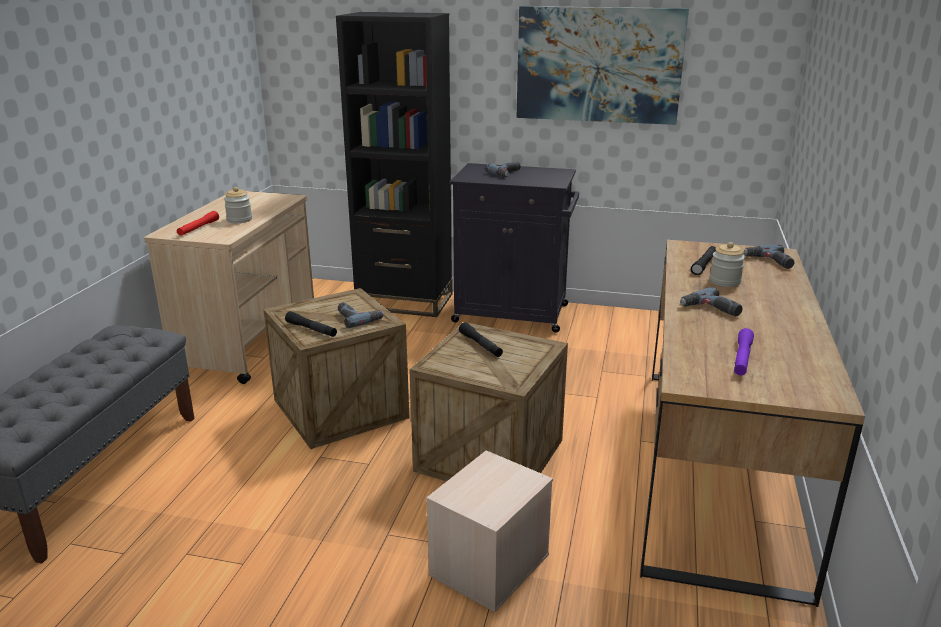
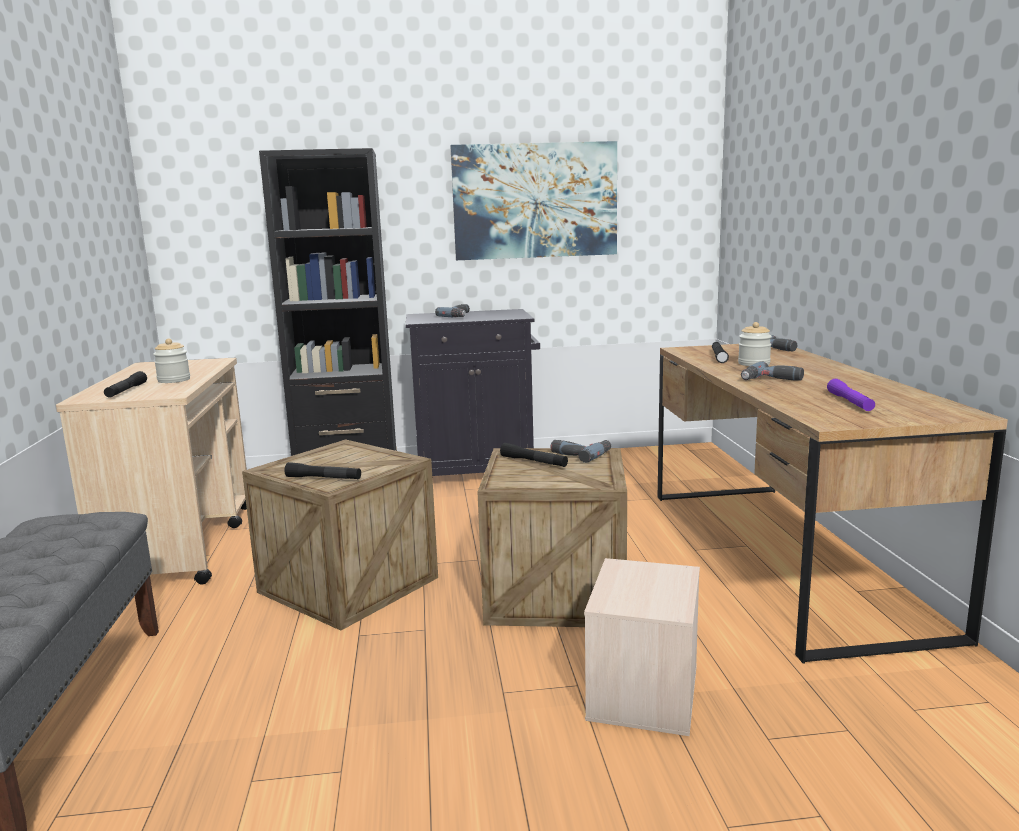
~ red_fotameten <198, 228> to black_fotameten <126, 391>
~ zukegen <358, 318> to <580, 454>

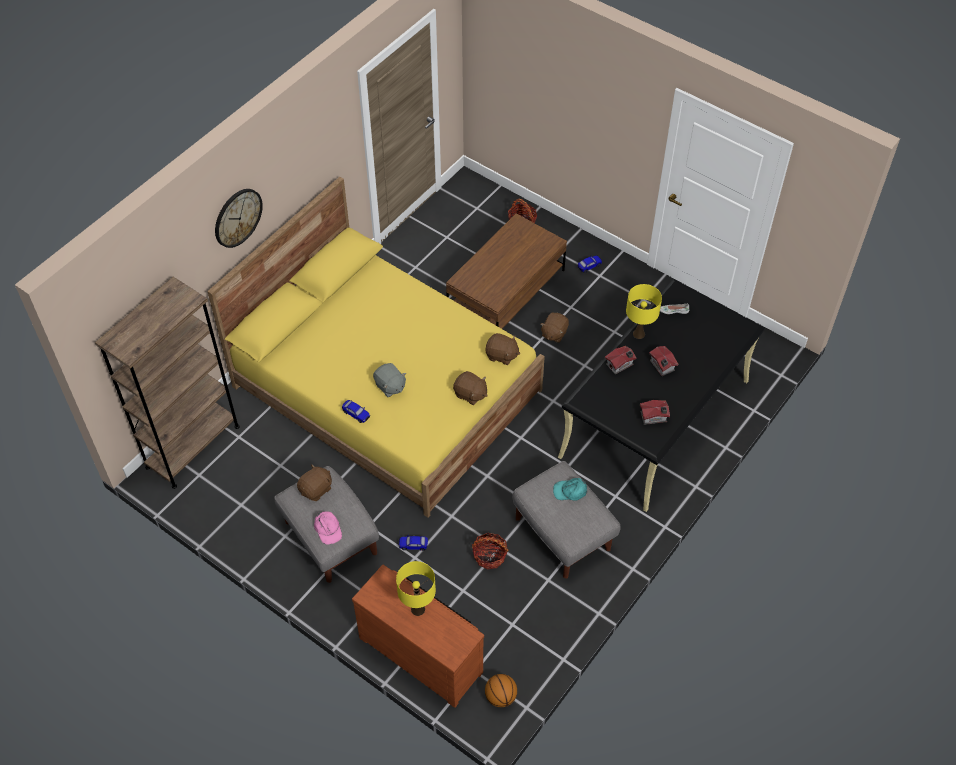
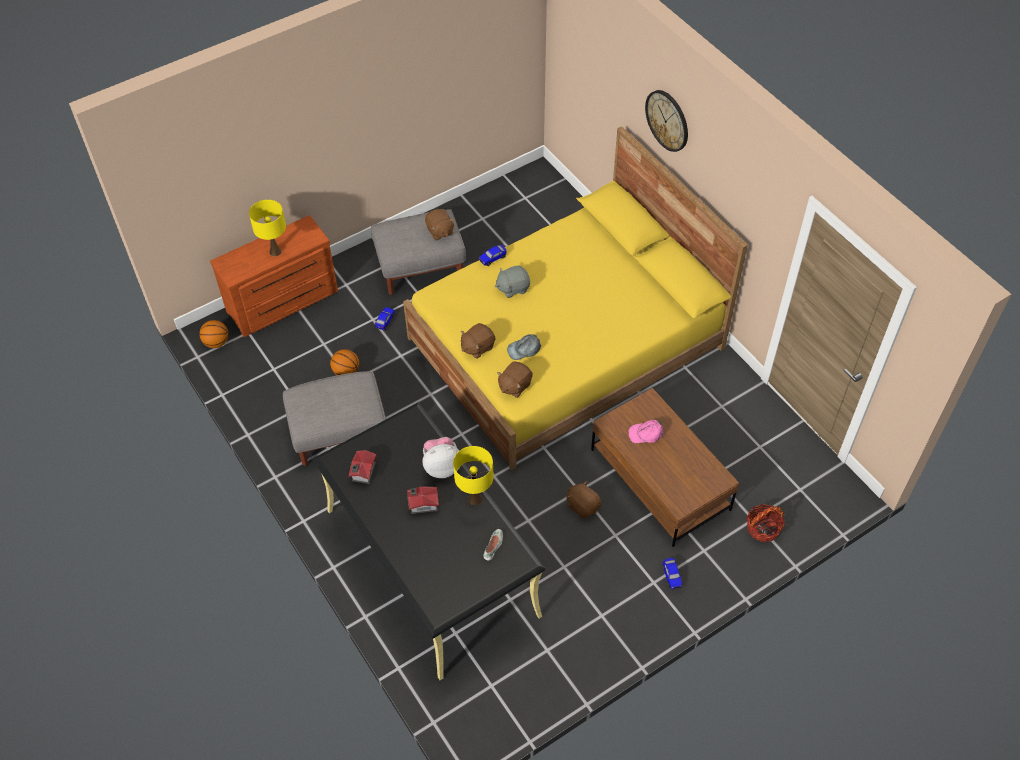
- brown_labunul <193, 446>
~ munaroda <620, 364> to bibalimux <442, 466>
- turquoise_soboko <570, 491>
~ pink_soboko <328, 529> to <646, 434>
~ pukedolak <489, 556> to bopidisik <346, 372>
+ grey_soboko <524, 349>

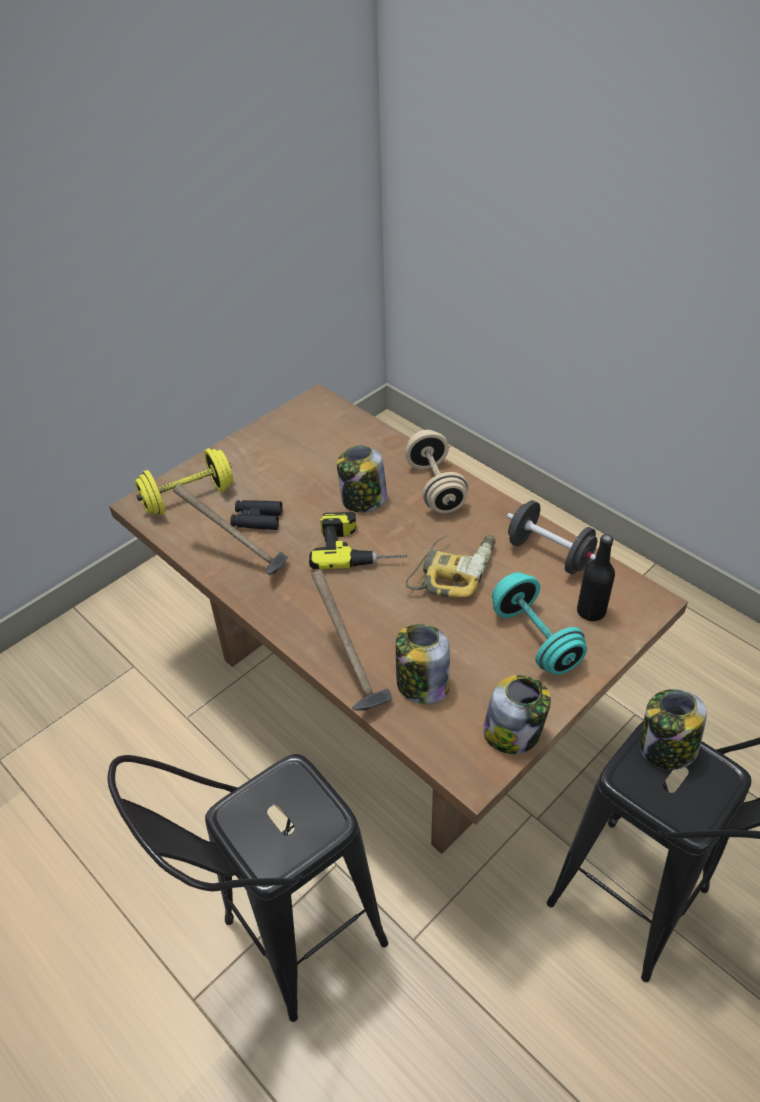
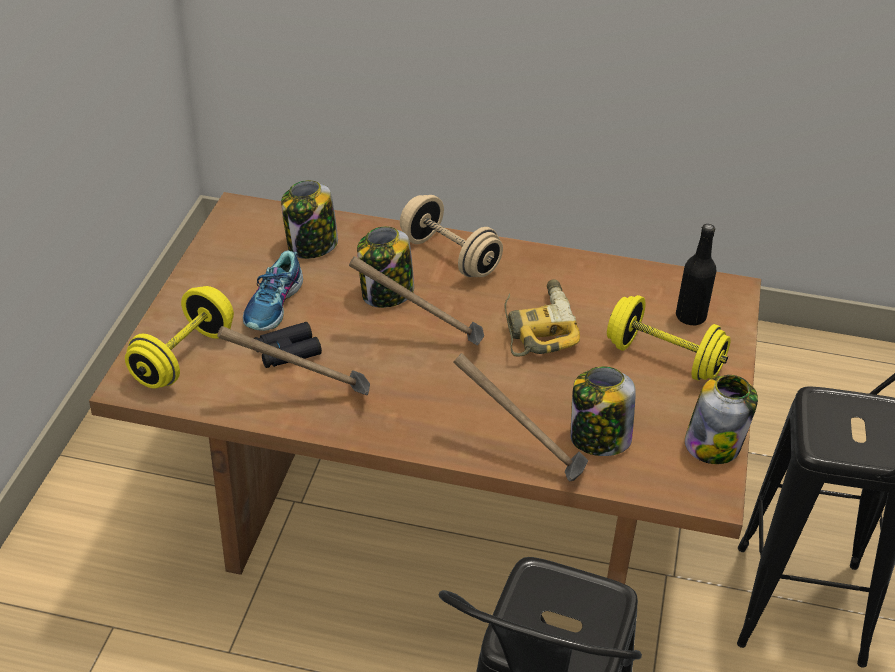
- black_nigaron <549, 554>
~ zukegen <358, 547> to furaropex <423, 339>
~ turquoise_nigaron <535, 639> to yellow_nigaron <663, 359>
~ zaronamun <666, 749> to <311, 246>
+ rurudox <274, 305>

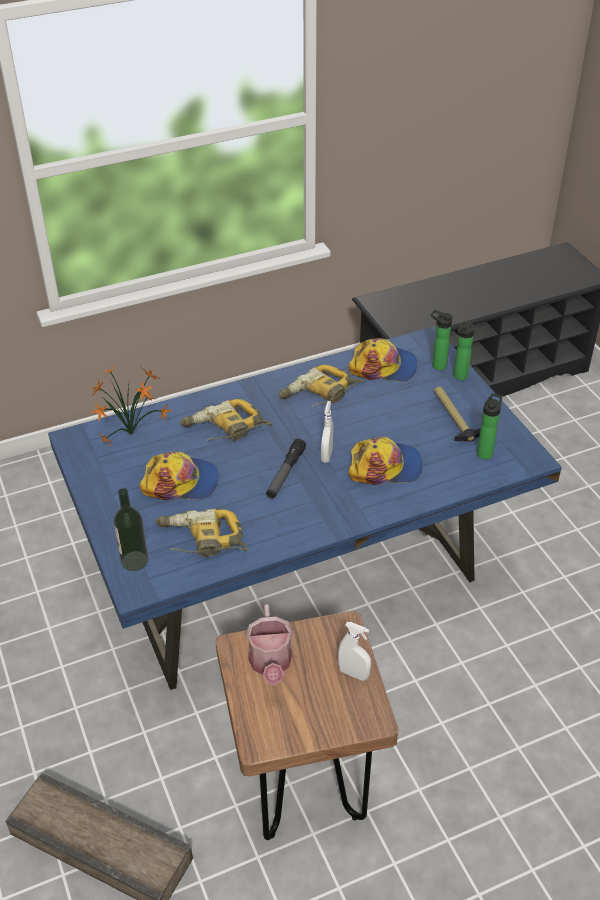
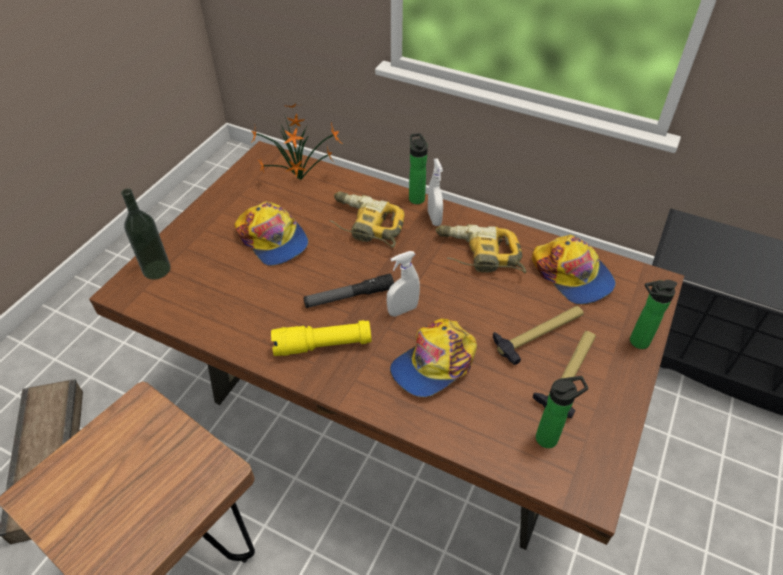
~ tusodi <437, 365> to <416, 197>
~ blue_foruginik <302, 582> to brown_foruginik <394, 413>
~ soboko <385, 467> = <434, 363> 90 degrees clockwise
- zukegen <201, 541>
- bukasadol <270, 664>
~ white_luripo <353, 673> to <434, 218>
+ furaropex <539, 334>
+ yellow_fotameten <322, 345>

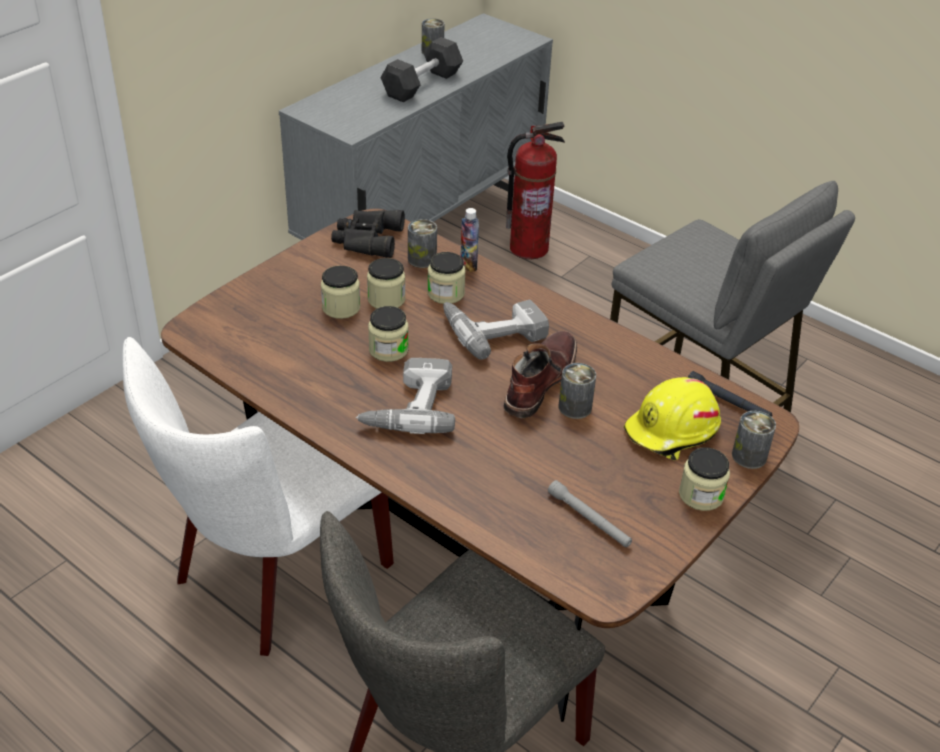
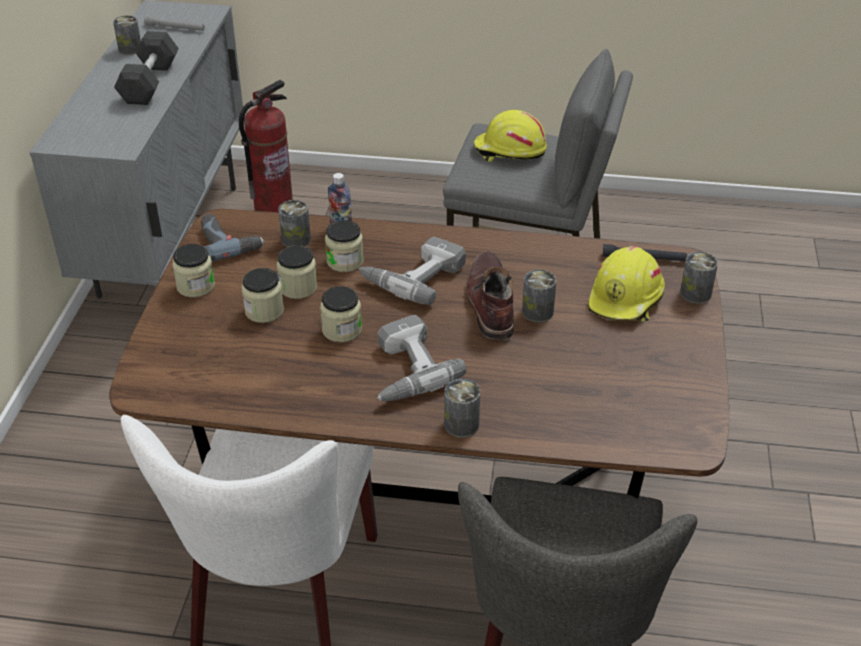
~ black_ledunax <366, 239> to zukegen <228, 241>
~ zaronamun <701, 495> to <195, 286>
~ grey_fotameten <589, 519> to <175, 28>
+ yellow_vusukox <509, 150>
+ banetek <461, 424>

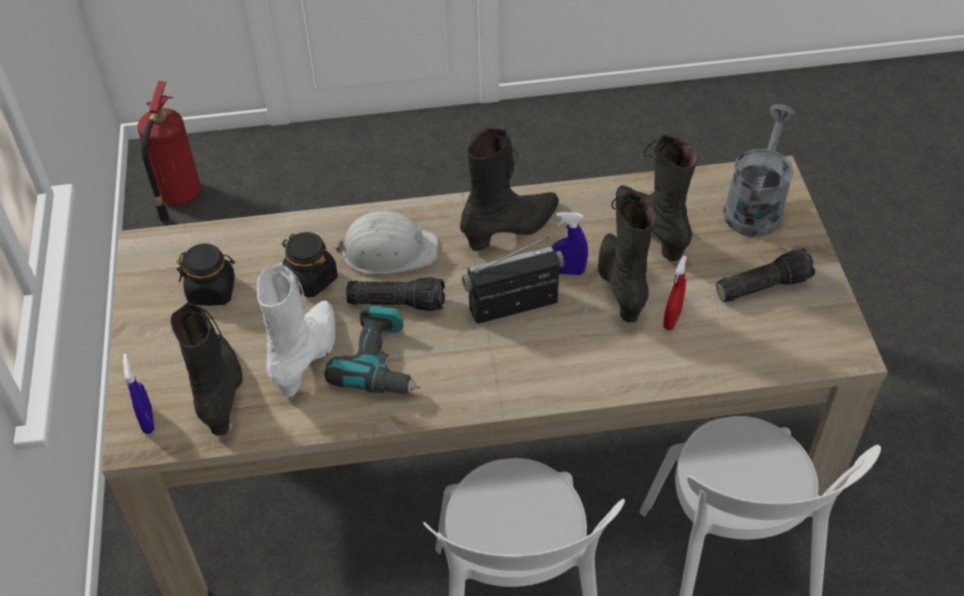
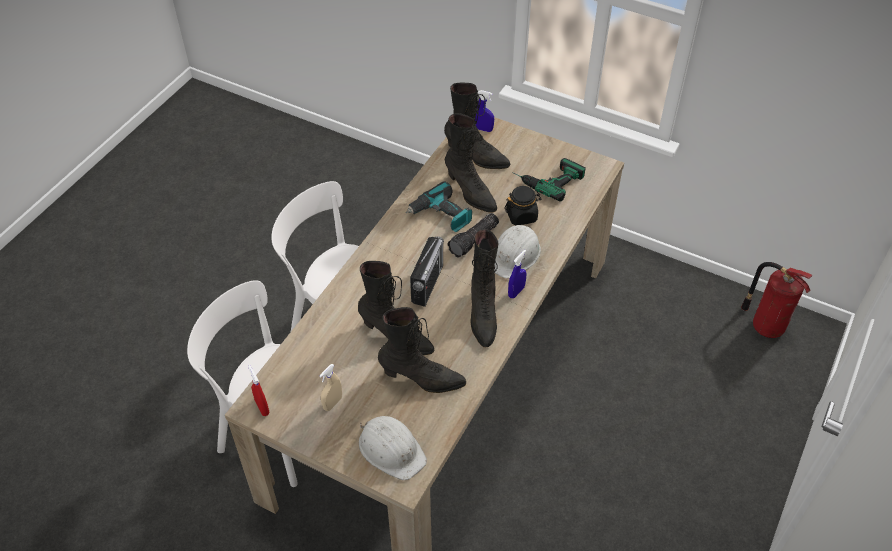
~ grey_bukasadol <755, 205> to white_vusukox <391, 449>
~ blue_luripo <567, 271> to <516, 292>
~ black_zaronamun <212, 291> to zukegen <547, 178>
~ fotameten <762, 285> to beige_luripo <332, 403>
~ red_luripo <672, 319> to <262, 407>
~ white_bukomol <308, 356> to black_bukomol <470, 192>

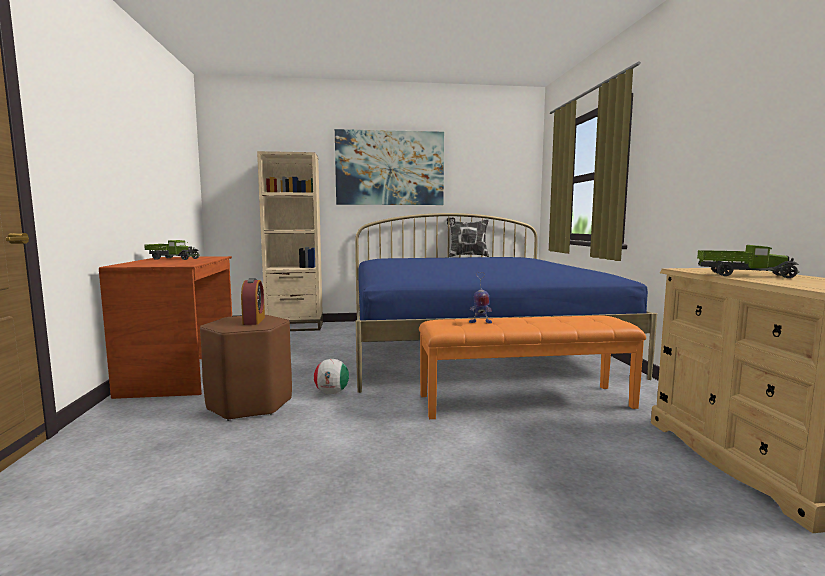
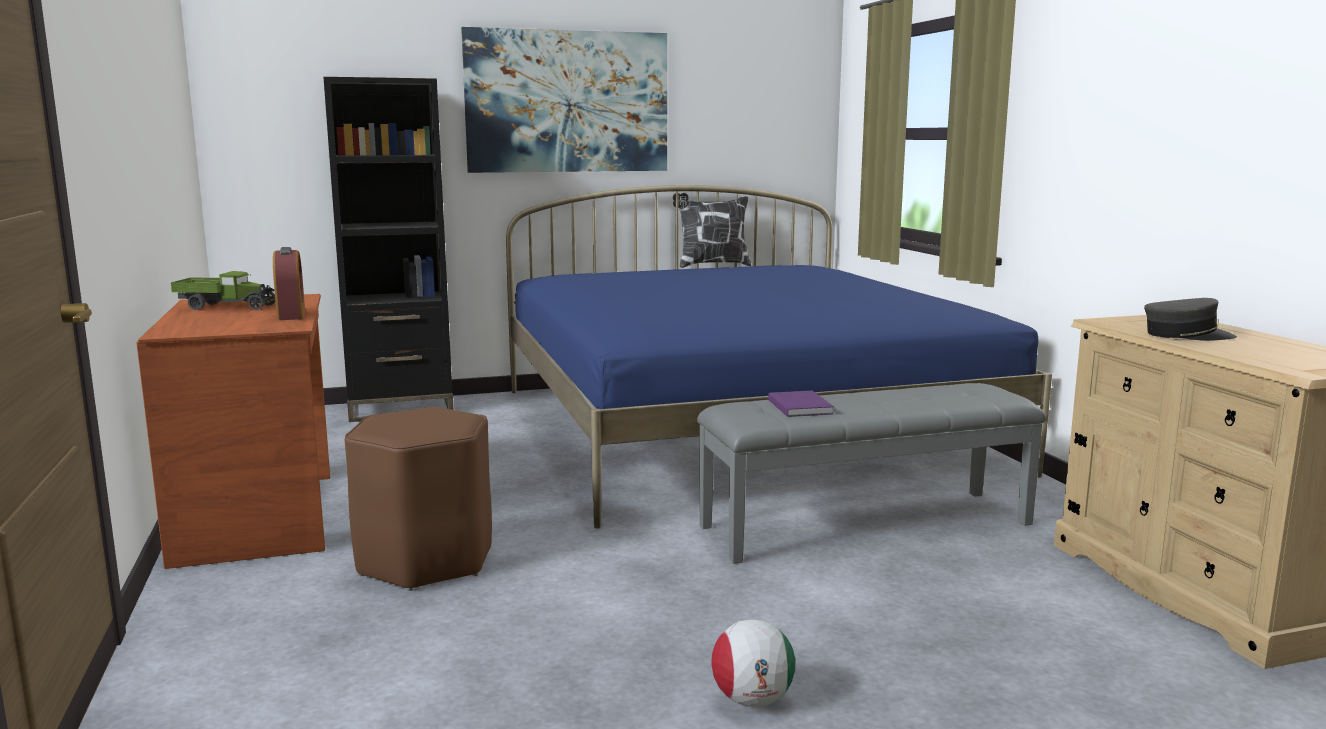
~ beige_labunul <295, 327> to black_labunul <400, 409>
~ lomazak <743, 275> to grey_soboko <1186, 335>
~ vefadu <480, 322> to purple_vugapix <800, 406>
~ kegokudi <254, 321> to <291, 315>
~ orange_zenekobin <525, 401> to grey_zenekobin <865, 524>
~ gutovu <331, 393> to <752, 700>

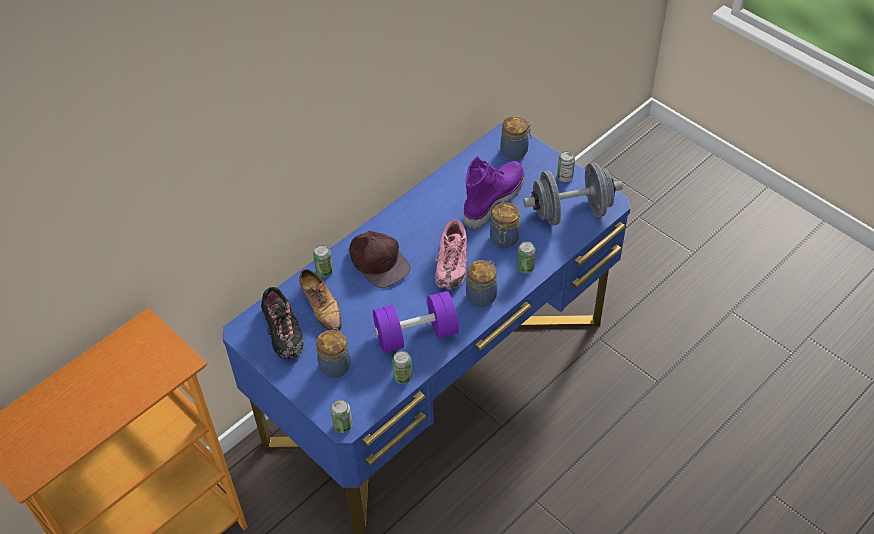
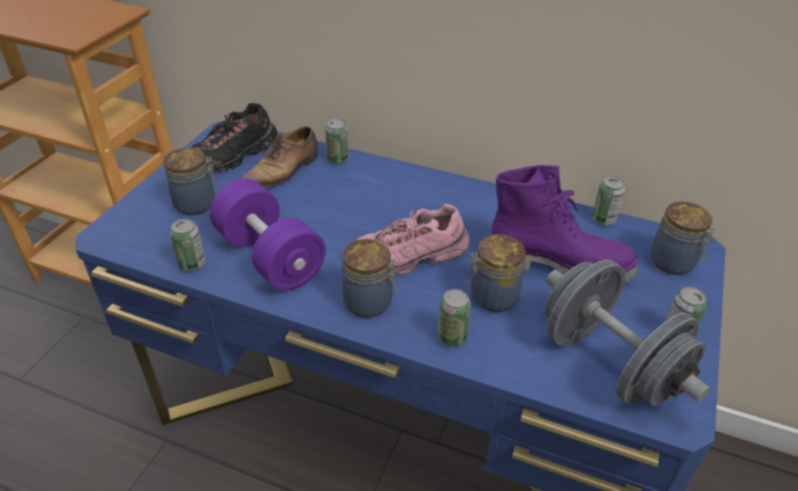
- brown_soboko <378, 261>
~ banetek <343, 425> to <603, 219>

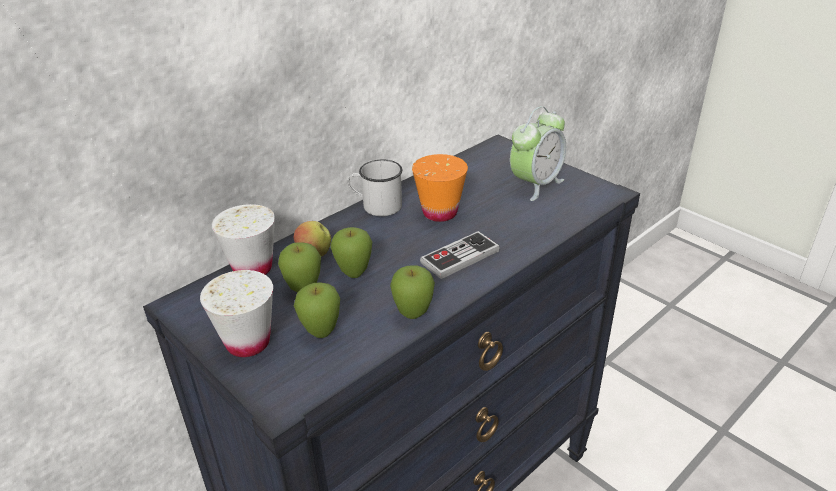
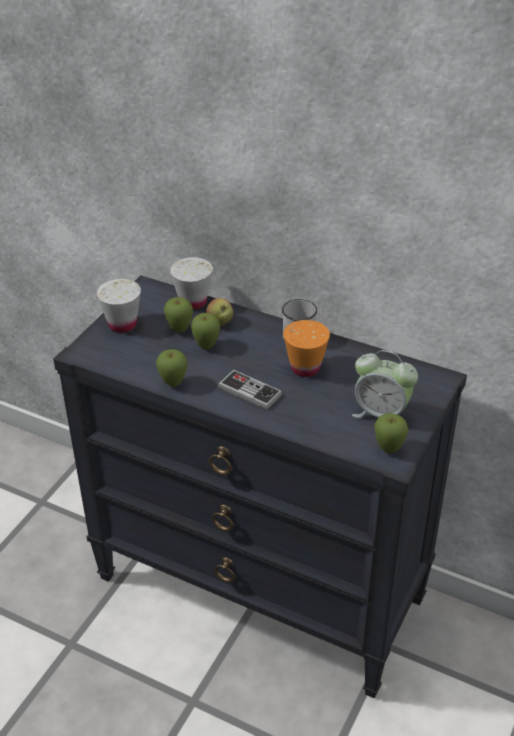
~ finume <321, 333> to <388, 449>

